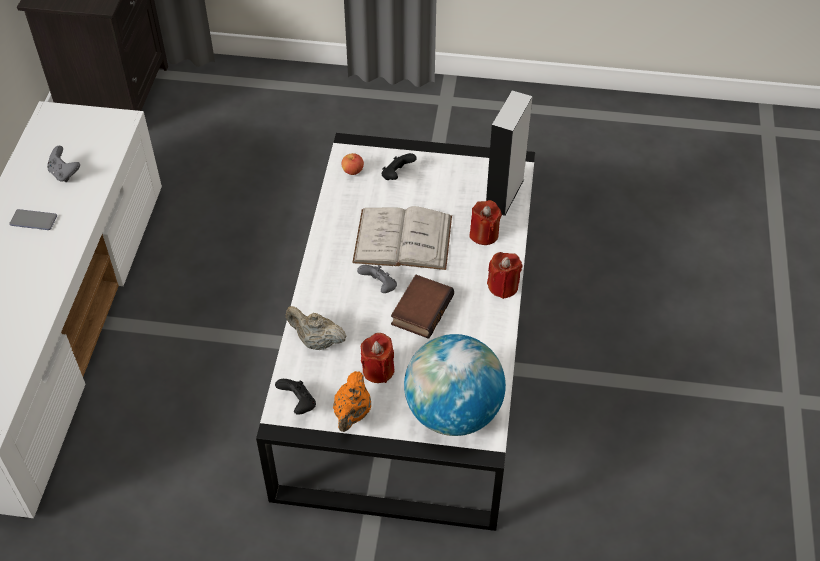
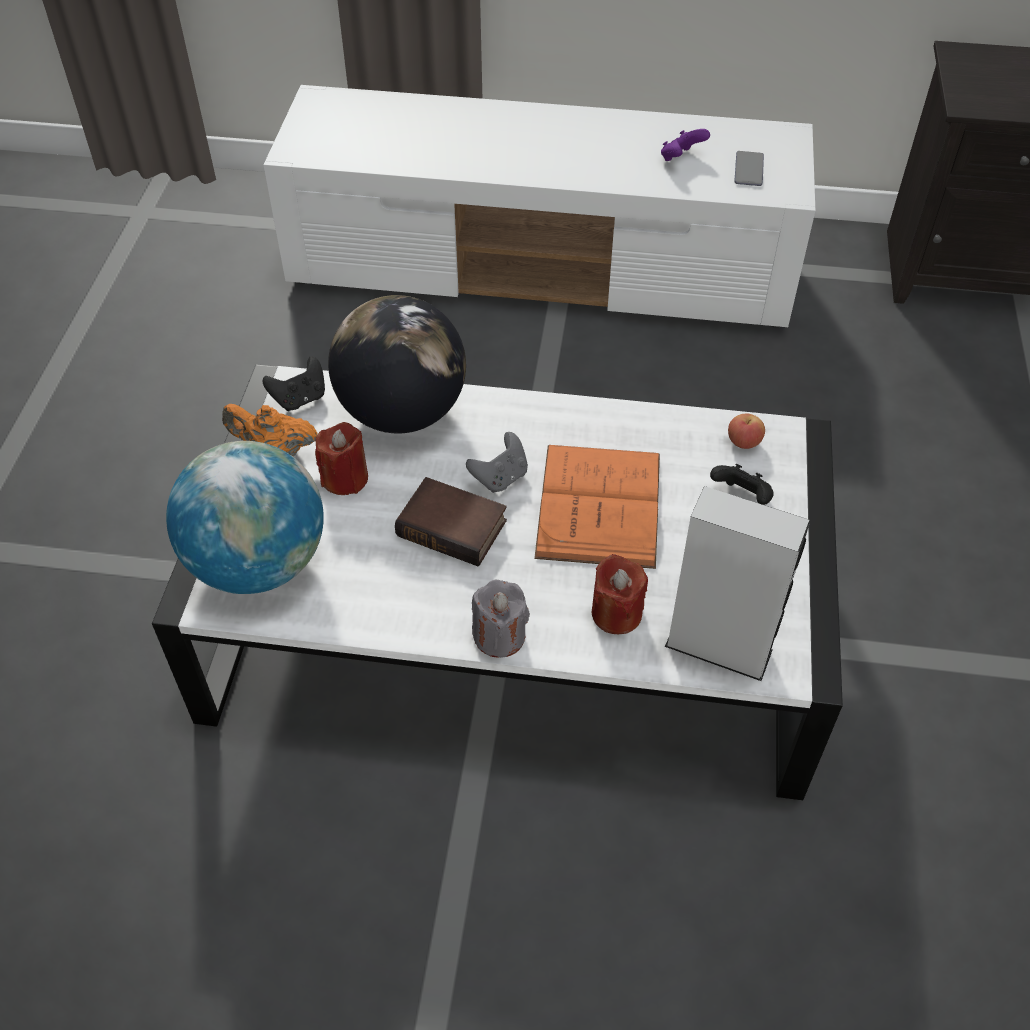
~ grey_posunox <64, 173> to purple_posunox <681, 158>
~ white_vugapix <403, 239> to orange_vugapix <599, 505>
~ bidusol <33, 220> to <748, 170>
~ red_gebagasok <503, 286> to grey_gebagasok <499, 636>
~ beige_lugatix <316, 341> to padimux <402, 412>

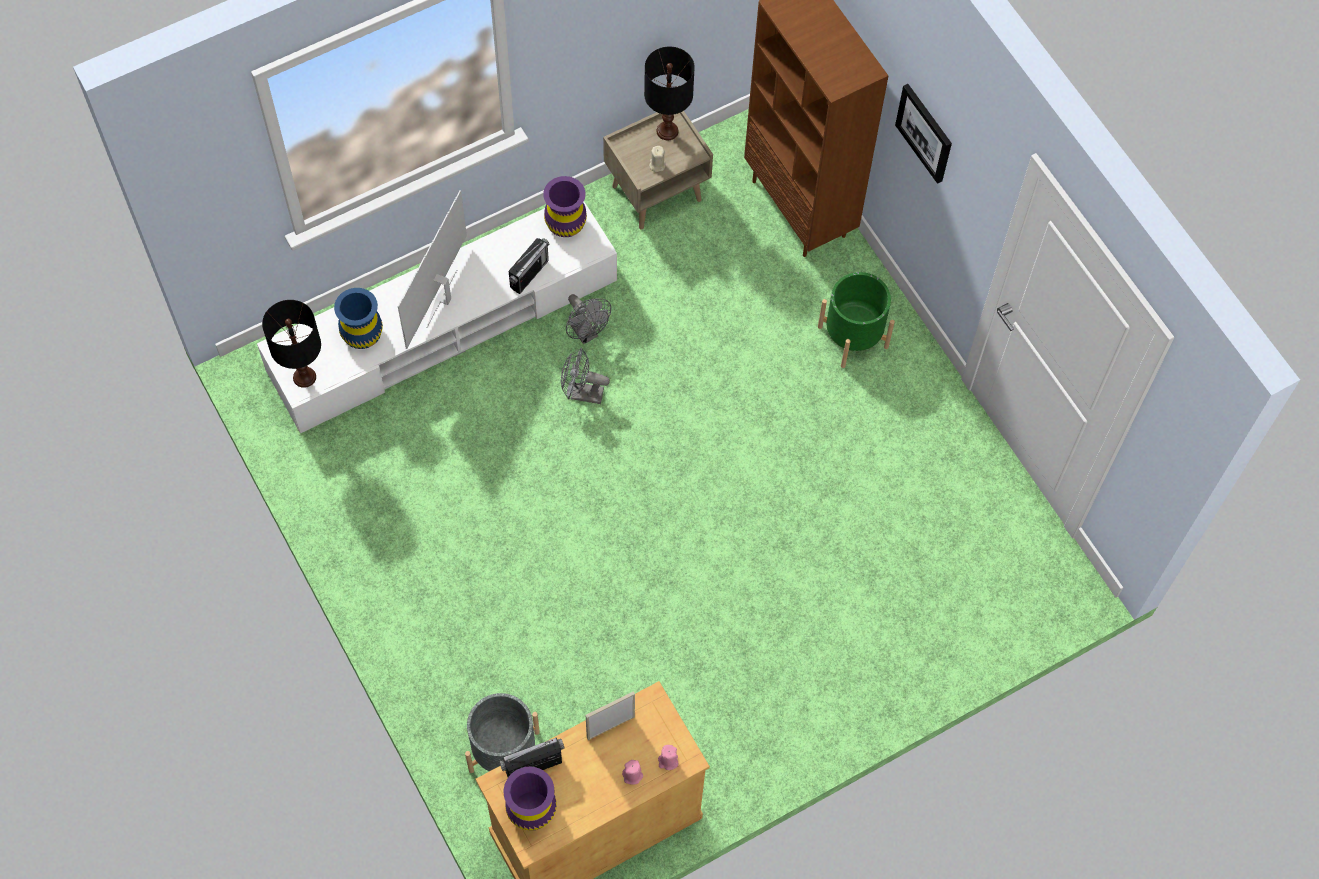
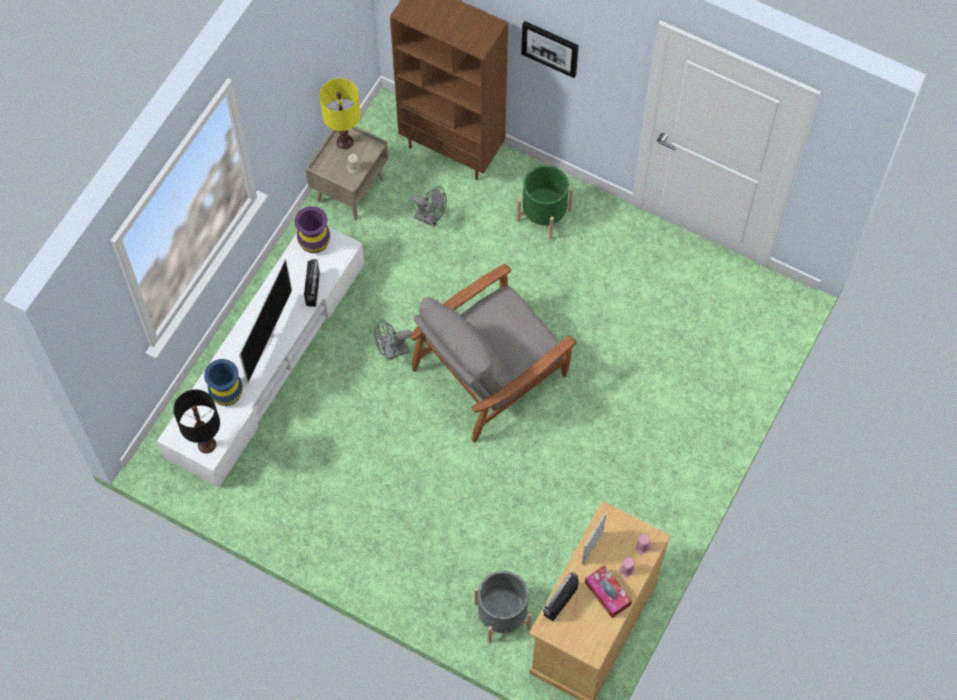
~ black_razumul <667, 131> to yellow_razumul <344, 142>
~ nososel <443, 299> = <266, 339> 150 degrees counterclockwise
~ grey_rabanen <586, 333> to <430, 218>
- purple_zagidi <531, 810>
+ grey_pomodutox <491, 371>
+ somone <607, 594>

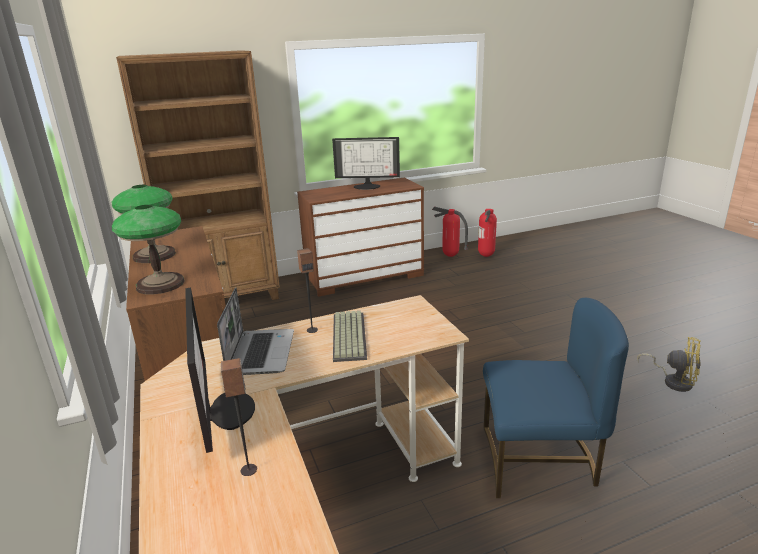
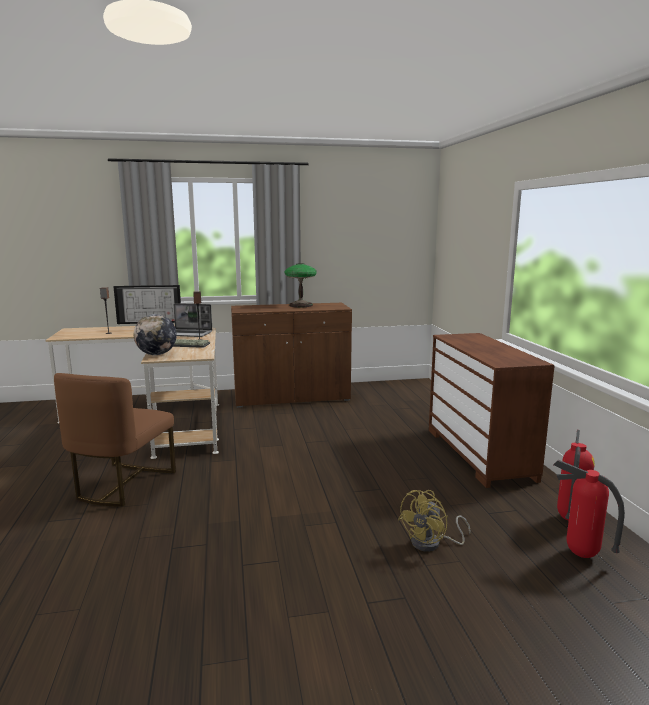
- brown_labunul <226, 299>
- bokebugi <367, 186>
- razumul <160, 284>
~ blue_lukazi <539, 461> to brown_lukazi <122, 484>
~ yellow_rabanen <673, 381> to <432, 543>
+ padimux <157, 354>

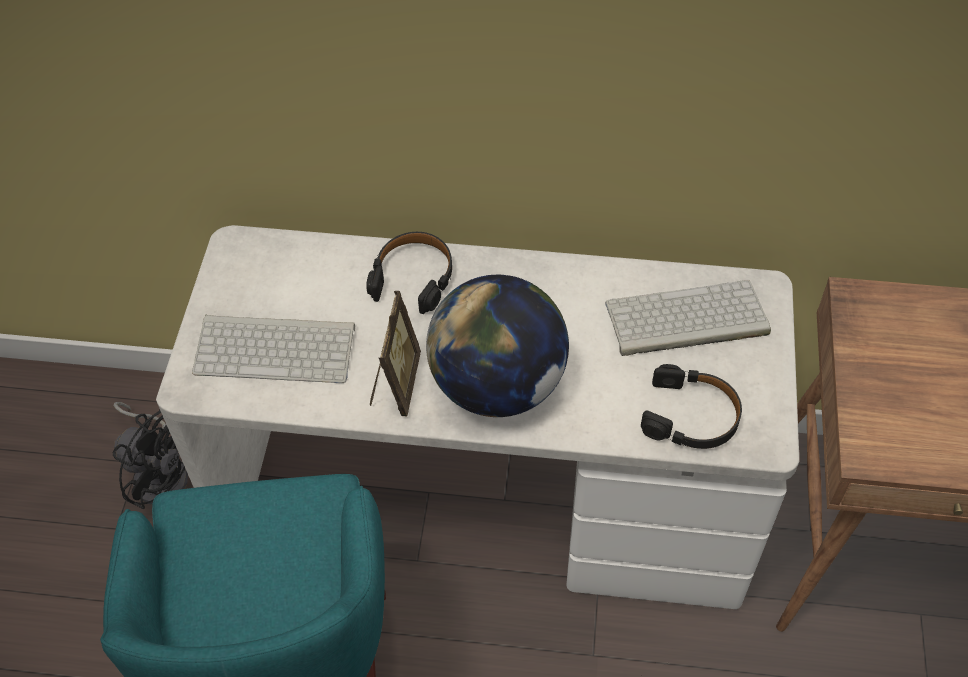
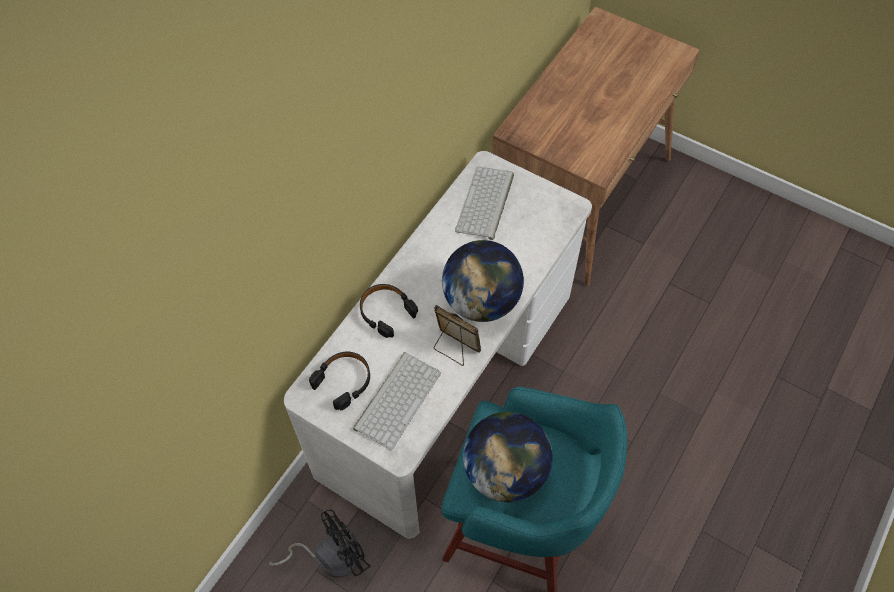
~ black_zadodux <691, 416> to <344, 381>
+ padimux <505, 471>

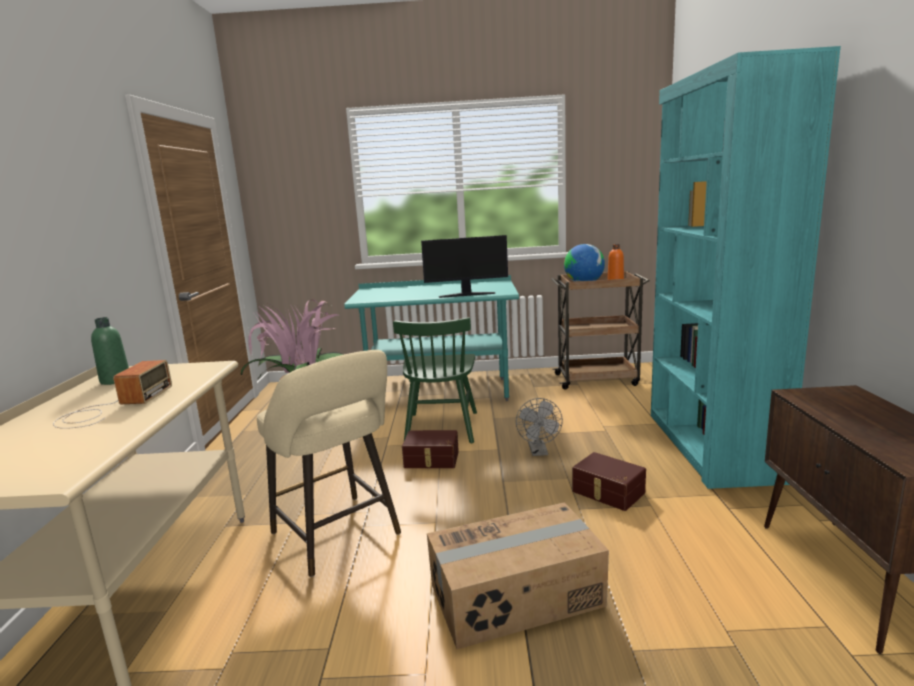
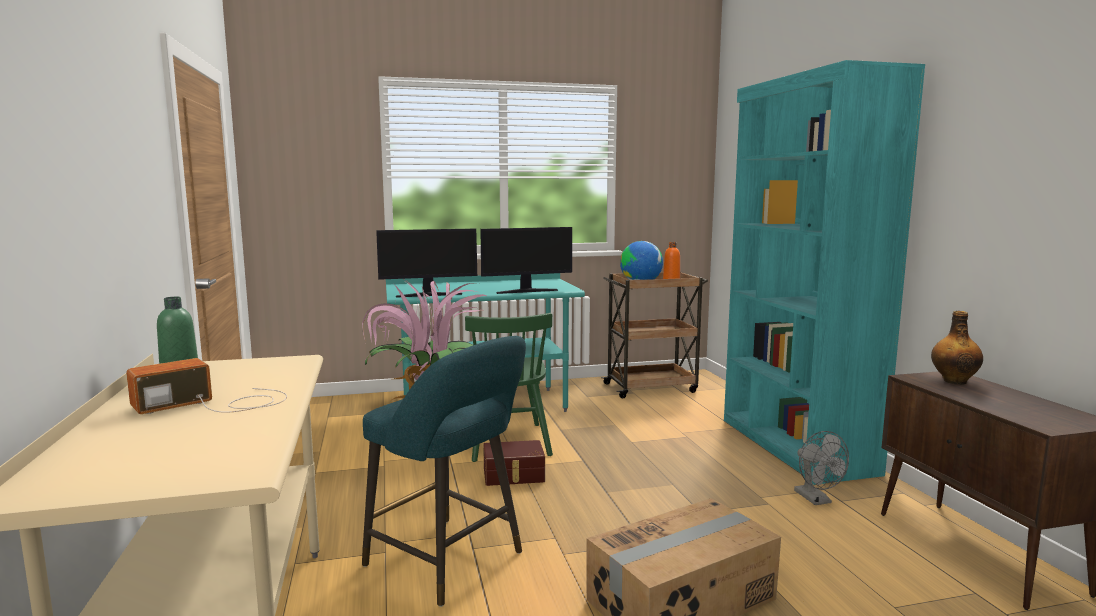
~ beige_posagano <339, 537> to turquoise_posagano <450, 562>
~ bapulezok <112, 407> = <217, 403> 120 degrees counterclockwise
~ grey_rabanen <539, 452> to <816, 500>
- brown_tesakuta <607, 492>
+ bokebugi <429, 295>
+ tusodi <954, 381>

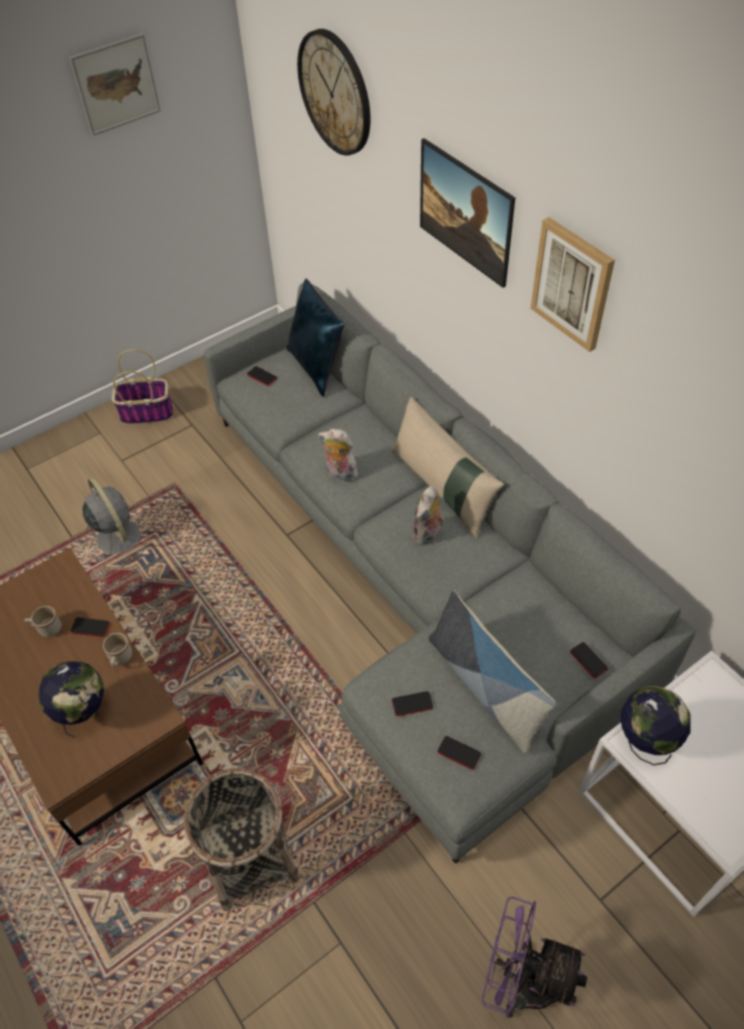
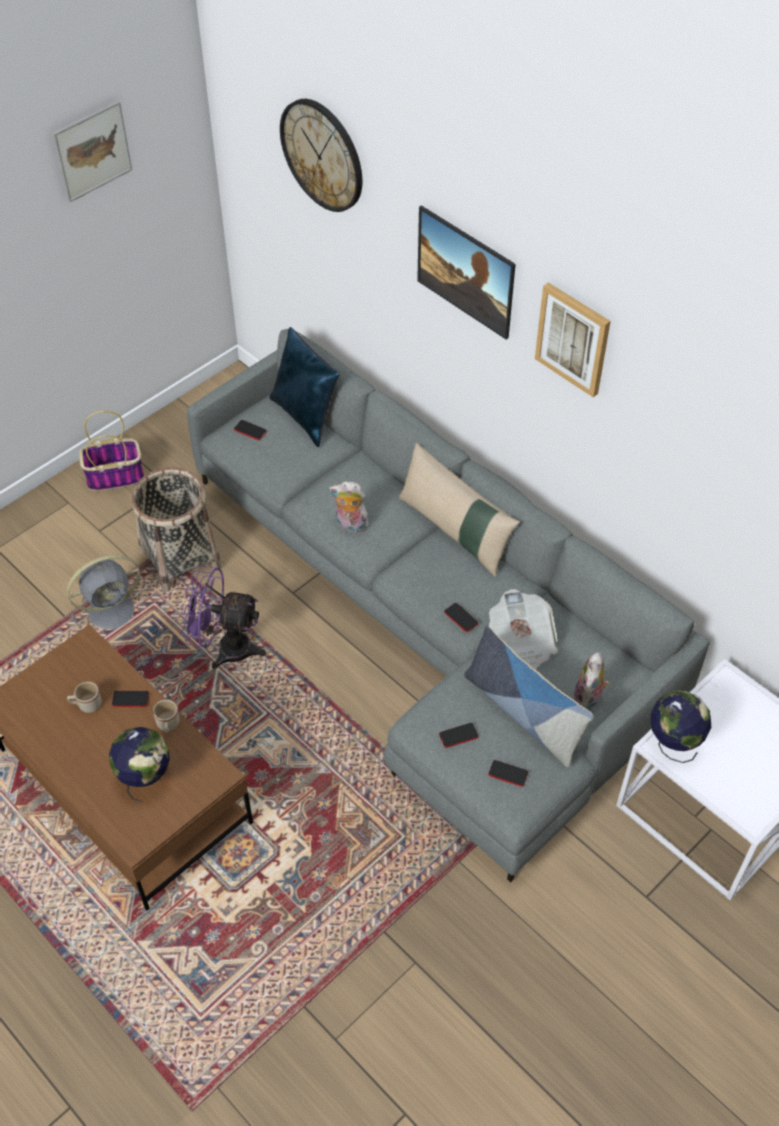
~ grey_rabanen <117, 536> = <114, 610> 105 degrees clockwise
~ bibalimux <428, 535> to <588, 699>
~ bidusol <588, 660> to <461, 618>
~ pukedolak <250, 857> to <180, 559>
~ purple_rabanen <522, 981> to <225, 648>
+ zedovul <522, 643>

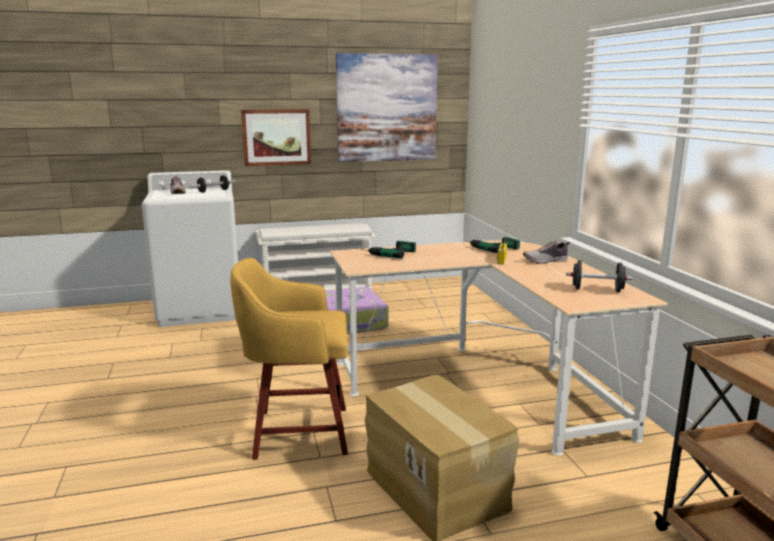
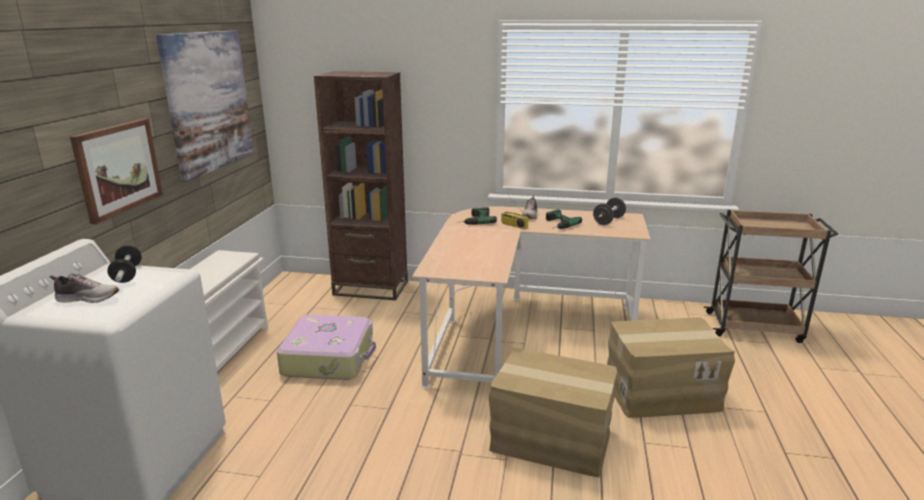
~ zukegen <388, 253> to <556, 224>
~ yellow_posagano <297, 432> to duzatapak <550, 440>
+ brown_labunul <371, 288>

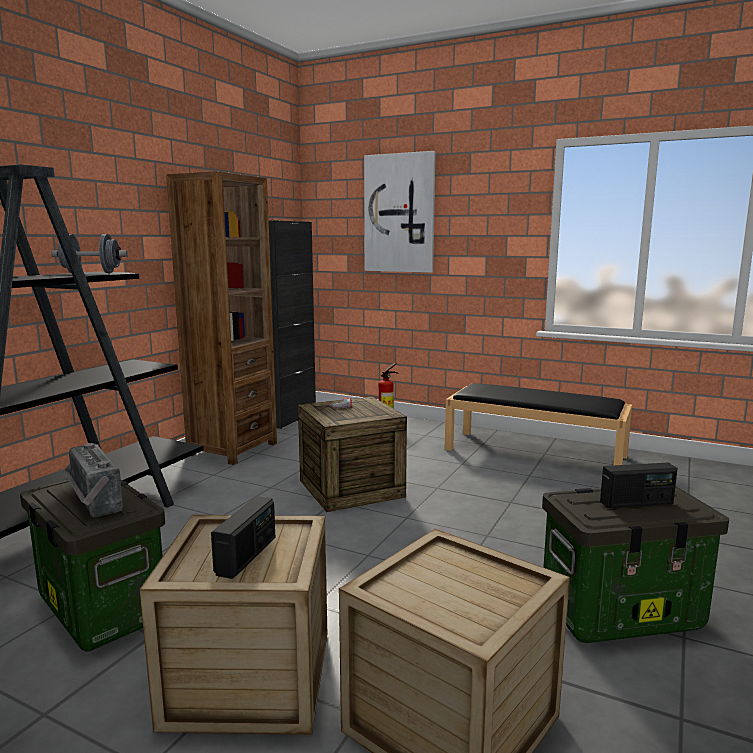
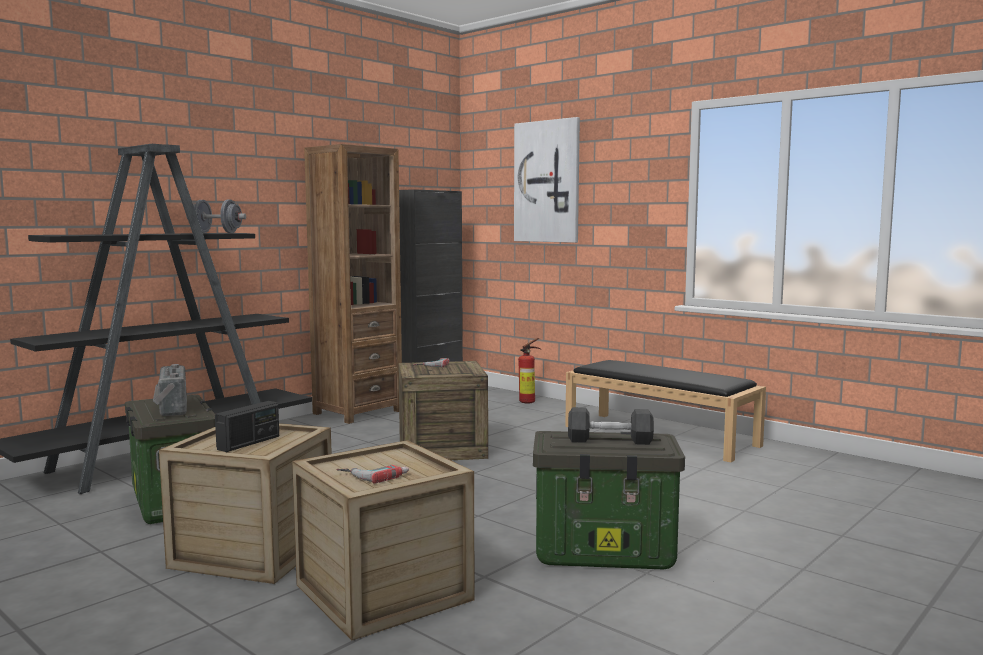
~ bapulezok <636, 503> to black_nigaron <610, 440>
+ zukegen <373, 474>

